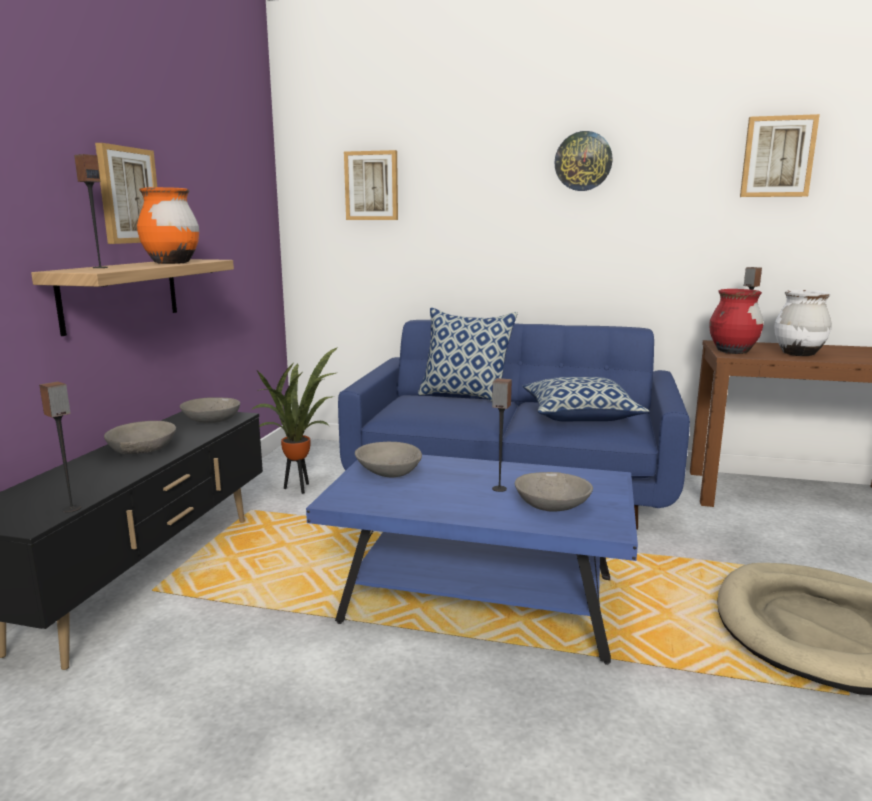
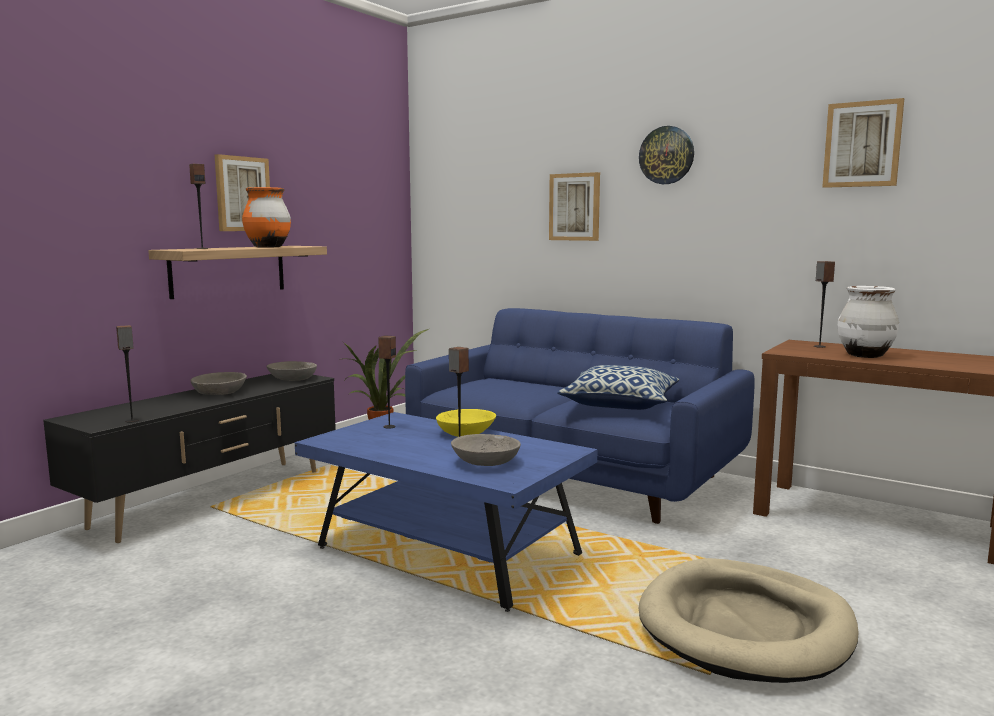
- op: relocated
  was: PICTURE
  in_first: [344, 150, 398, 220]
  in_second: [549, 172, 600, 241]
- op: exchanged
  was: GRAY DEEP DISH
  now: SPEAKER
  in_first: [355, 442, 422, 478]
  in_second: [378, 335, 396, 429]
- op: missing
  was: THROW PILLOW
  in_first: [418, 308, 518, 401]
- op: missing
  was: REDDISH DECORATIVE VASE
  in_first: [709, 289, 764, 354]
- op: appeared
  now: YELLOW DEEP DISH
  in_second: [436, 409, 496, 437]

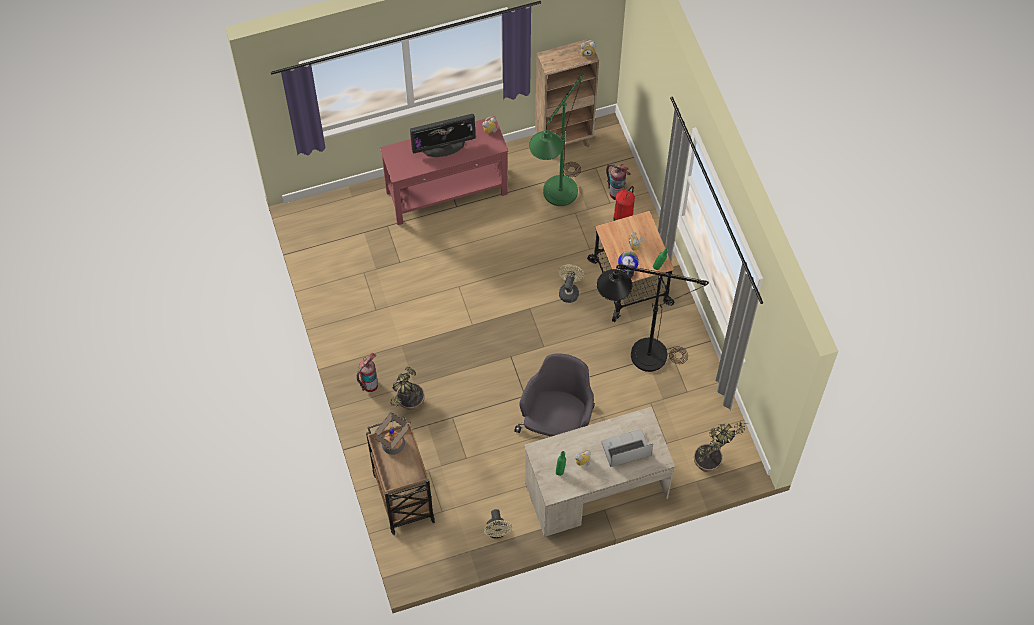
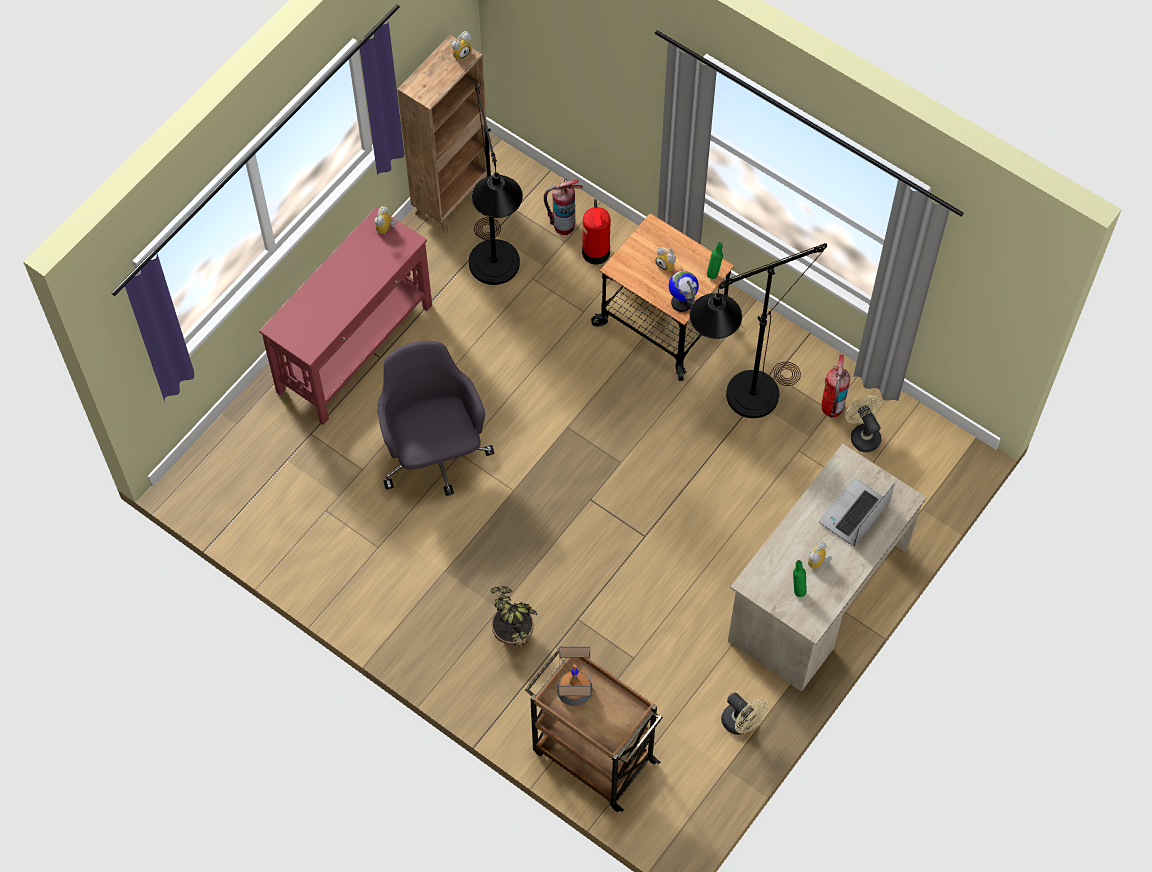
- op: relocated
  was: FIRE-FIGHTING CYLINDER
  in_first: [357, 353, 378, 392]
  in_second: [822, 354, 850, 418]
- op: missing
  was: COMPUTER DISPLAY
  in_first: [410, 114, 475, 157]
- op: relocated
  was: GRAY DESK CHAIR
  in_first: [514, 353, 595, 437]
  in_second: [377, 341, 494, 496]
- op: colour
  was: GREEN-COLOURED STANDARD LAMP
  now: BLACKISH STANDARD LAMP
  in_first: [529, 74, 583, 206]
  in_second: [469, 82, 523, 285]
- op: relocated
  was: BEIGE COOLING FAN
  in_first: [558, 265, 585, 303]
  in_second: [845, 395, 882, 452]
- op: missing
  was: PLANT IN A POT
  in_first: [694, 422, 748, 472]

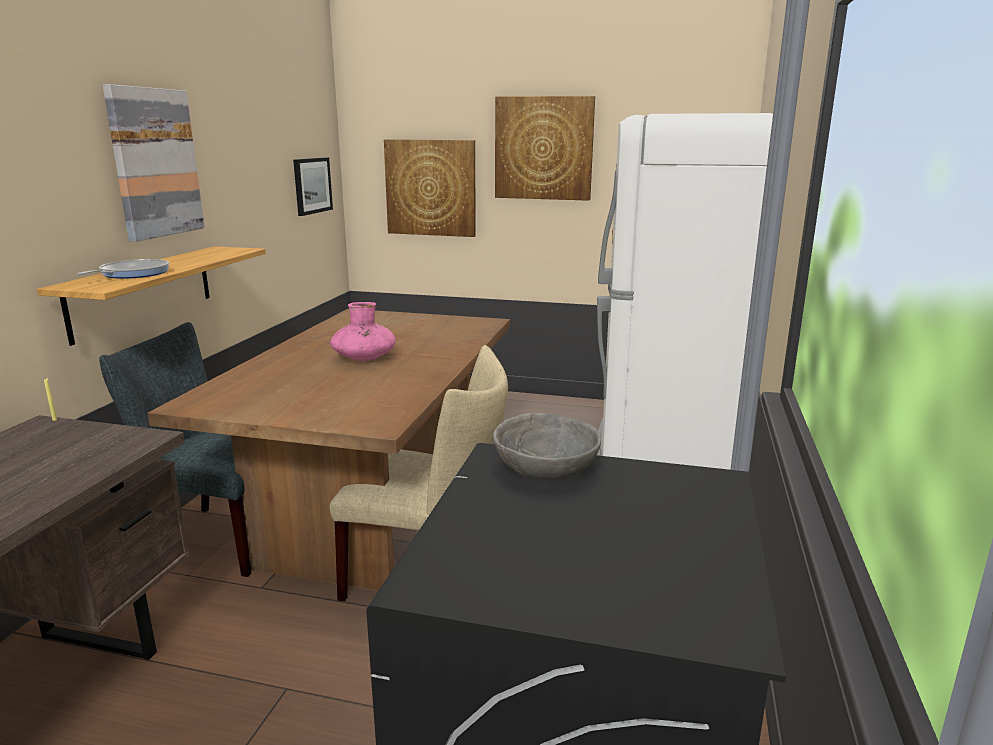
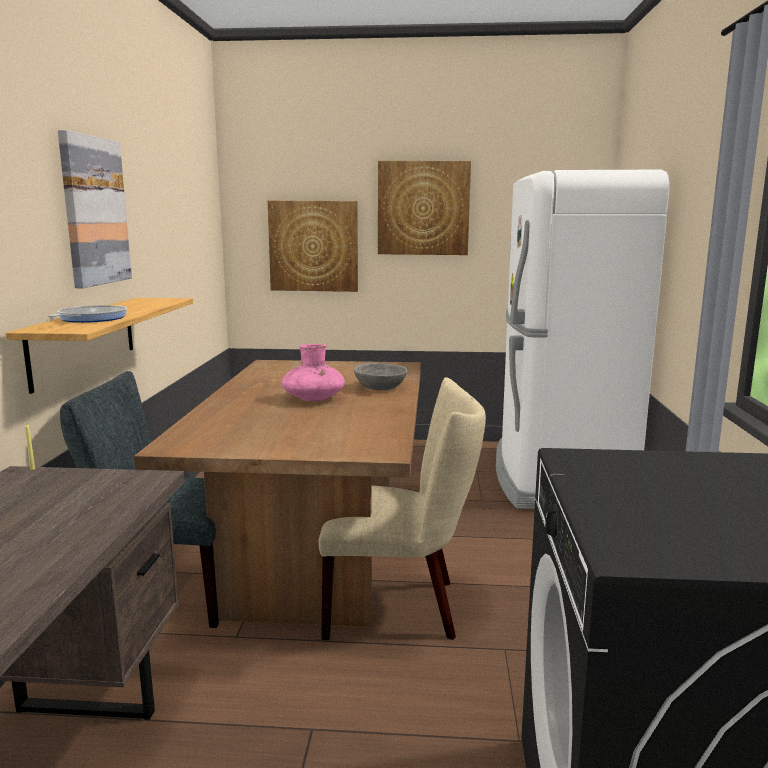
- op: missing
  was: PICTURE
  in_first: [293, 157, 333, 216]
- op: relocated
  was: GRAY DEEP DISH
  in_first: [493, 413, 601, 481]
  in_second: [354, 363, 407, 390]

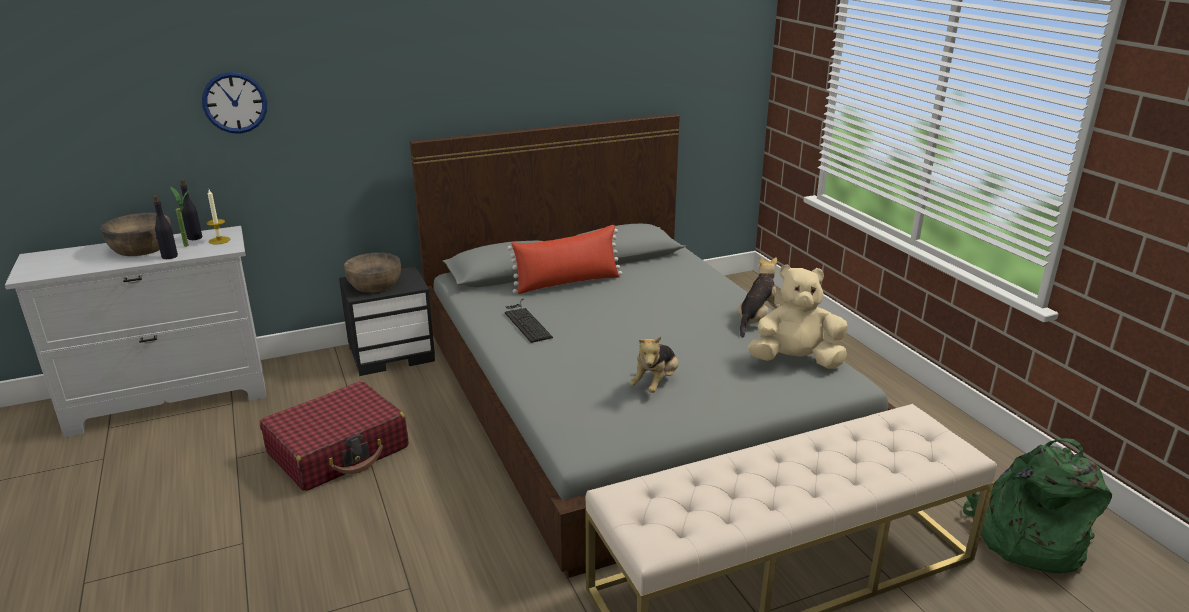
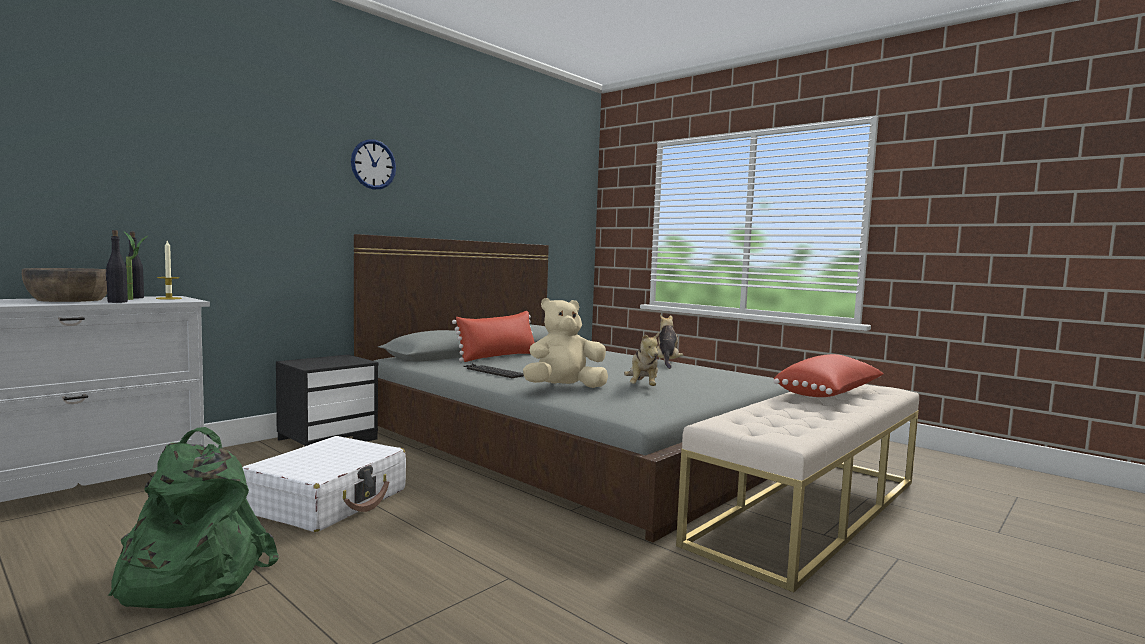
- op: relocated
  was: HANGING CLOCK
  in_first: [202, 72, 267, 134]
  in_second: [351, 140, 396, 190]
- op: colour
  was: REDDISH SUITCASE
  now: WHITISH SUITCASE
  in_first: [259, 381, 408, 491]
  in_second: [242, 436, 406, 532]
- op: missing
  was: BROWNISH DEEP DISH
  in_first: [344, 252, 401, 293]
- op: relocated
  was: BEIGE SOFT TOY
  in_first: [748, 264, 848, 369]
  in_second: [523, 298, 608, 388]
- op: relocated
  was: GREEN-COLOURED KNAPSACK
  in_first: [963, 438, 1112, 574]
  in_second: [108, 427, 279, 608]
- op: appeared
  now: REDDISH THROW PILLOW
  in_second: [773, 354, 884, 397]

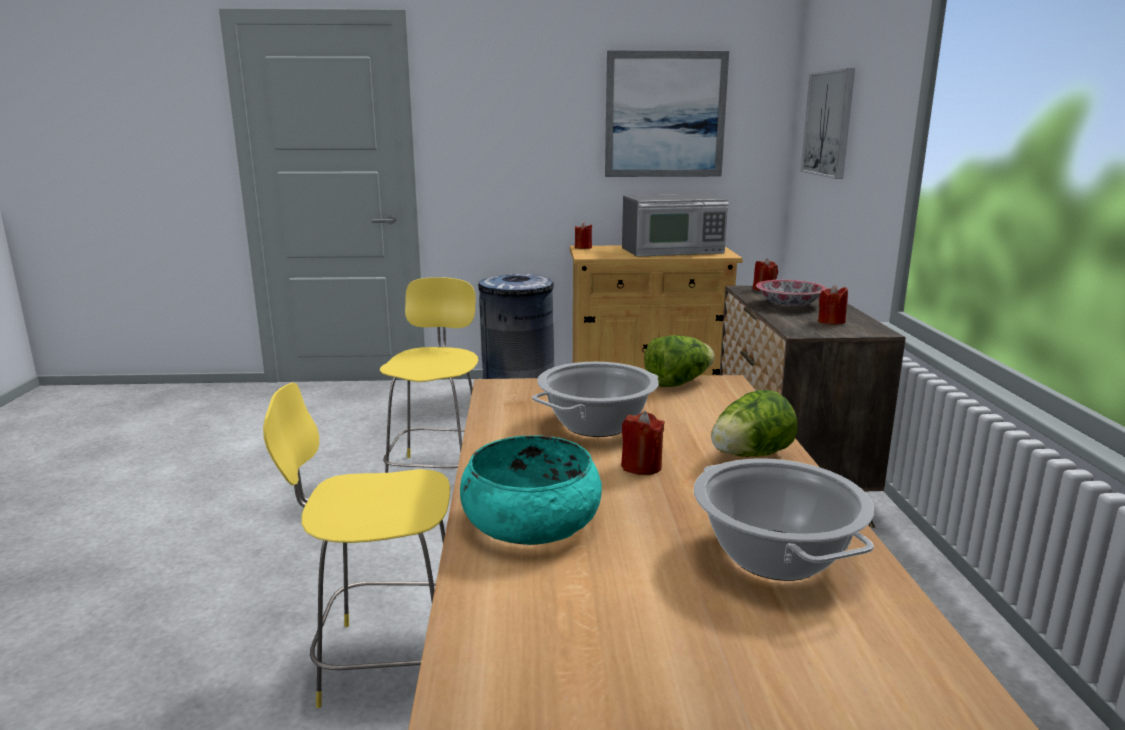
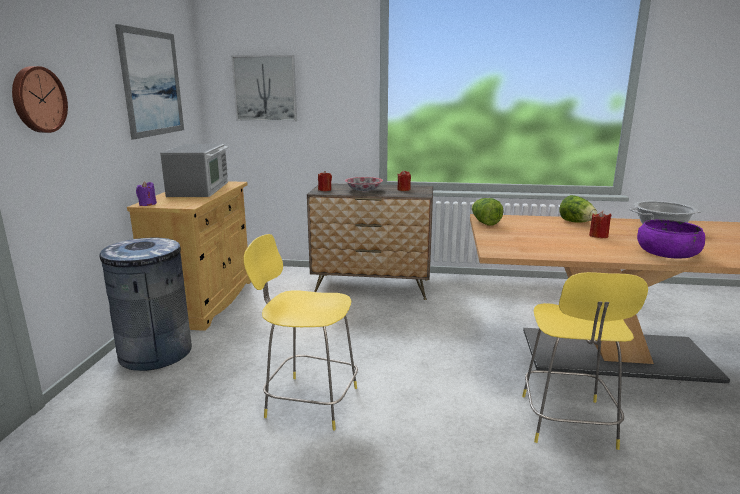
- op: colour
  was: TURQUOISE DEEP DISH
  now: PURPLE-COLOURED DEEP DISH
  in_first: [460, 435, 602, 545]
  in_second: [637, 219, 705, 259]
- op: missing
  was: STOCKPOT
  in_first: [532, 362, 659, 437]
- op: colour
  was: REDDISH WAX LIGHT
  now: PURPLE-COLOURED WAX LIGHT
  in_first: [575, 222, 592, 249]
  in_second: [136, 181, 157, 206]
- op: appeared
  now: HANGING CLOCK
  in_second: [12, 66, 68, 133]

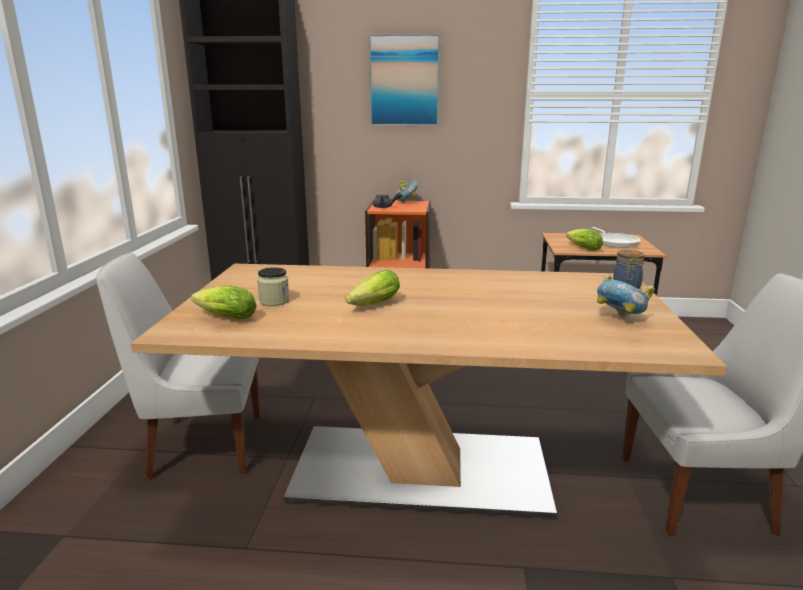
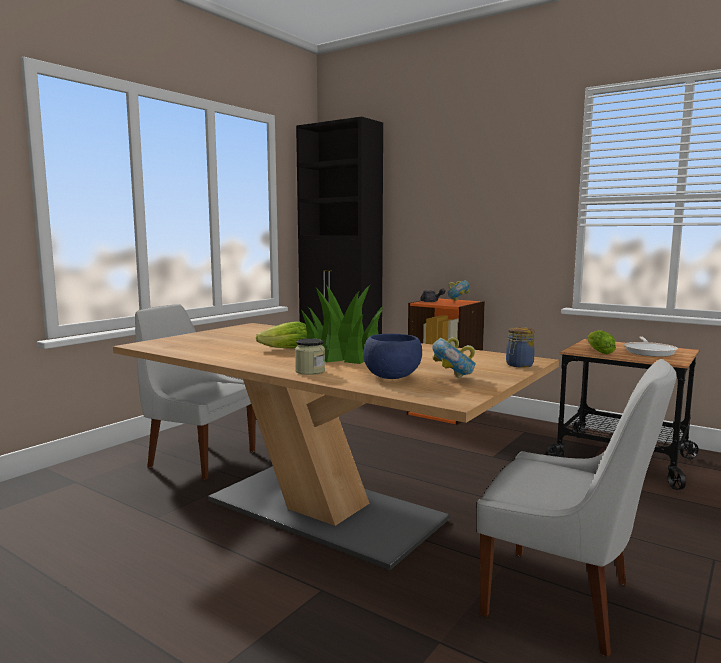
- op: missing
  was: LETTUCE
  in_first: [191, 286, 257, 320]
- op: relocated
  was: STORAGE JAR
  in_first: [257, 267, 290, 306]
  in_second: [295, 338, 325, 375]
- op: missing
  was: PICTURE
  in_first: [368, 33, 441, 126]
- op: appeared
  now: PLANT IN A POT
  in_second: [301, 285, 383, 364]
- op: appeared
  now: BLUE-COLOURED DEEP DISH
  in_second: [363, 334, 422, 379]

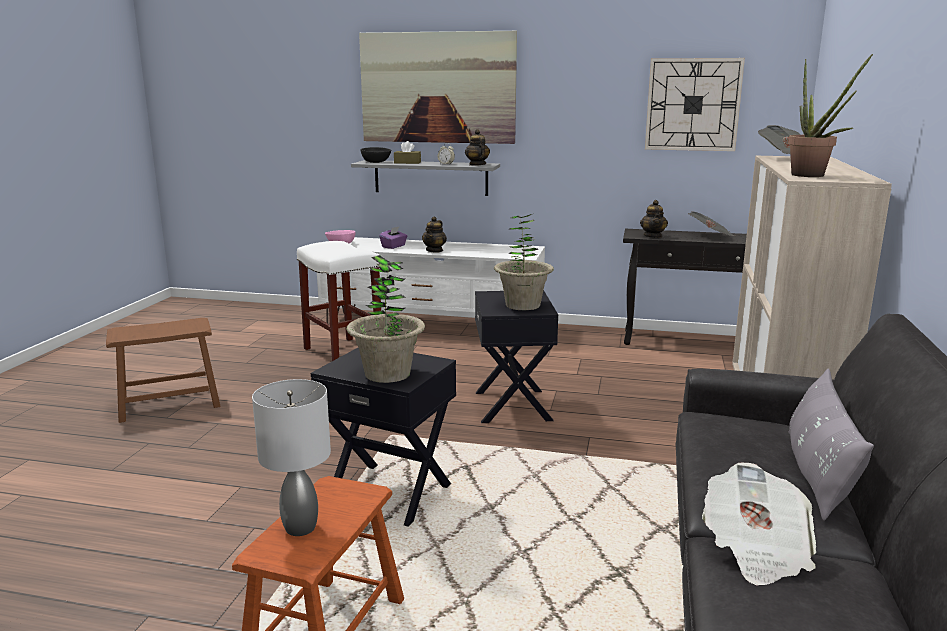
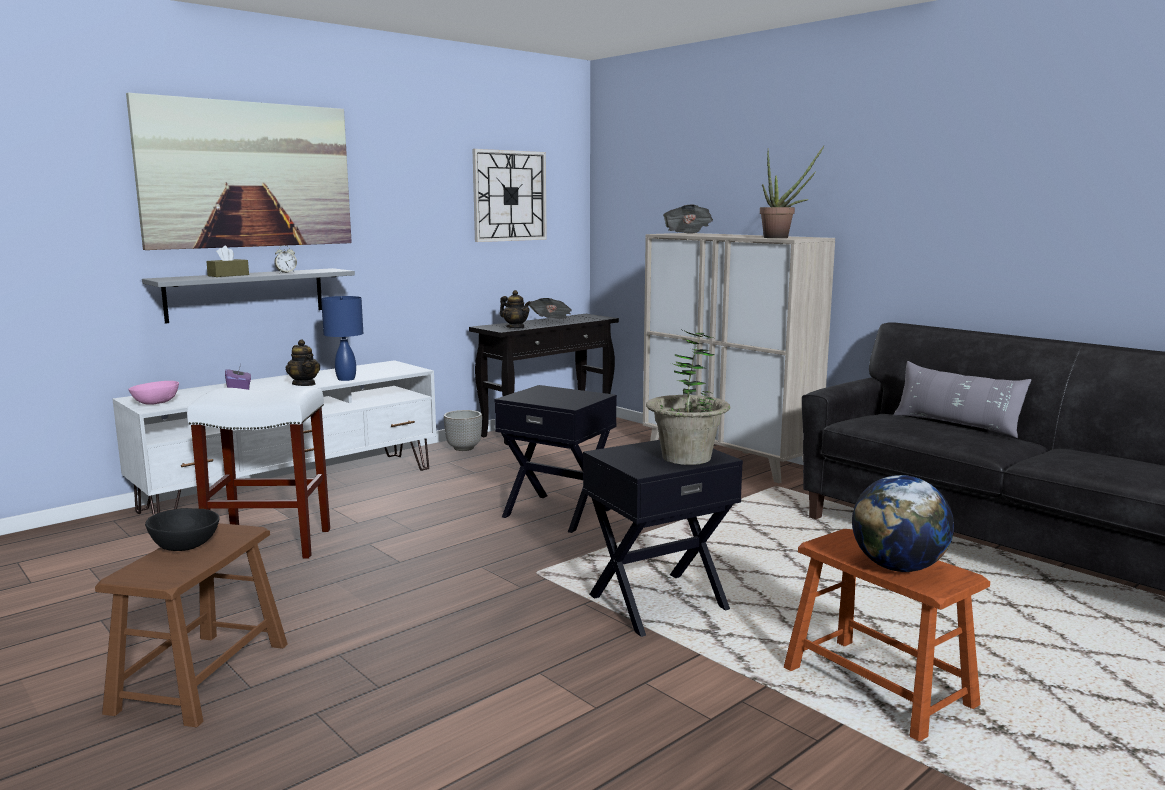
- op: exchanged
  was: GRAY LAMP FOR A TABLE
  now: DESK GLOBE
  in_first: [252, 379, 331, 536]
  in_second: [852, 475, 954, 572]
- op: relocated
  was: BLACKISH DEEP DISH
  in_first: [361, 147, 391, 163]
  in_second: [145, 508, 220, 551]
- op: missing
  was: TEAPOT
  in_first: [465, 129, 490, 166]
- op: missing
  was: PLANT IN A POT
  in_first: [494, 214, 554, 310]
- op: missing
  was: DAILY PAPER
  in_first: [702, 462, 816, 586]
- op: appeared
  now: BLUE-COLOURED LAMP FOR A TABLE
  in_second: [321, 296, 363, 381]
- op: appeared
  now: FLOWER POT
  in_second: [444, 410, 482, 451]

